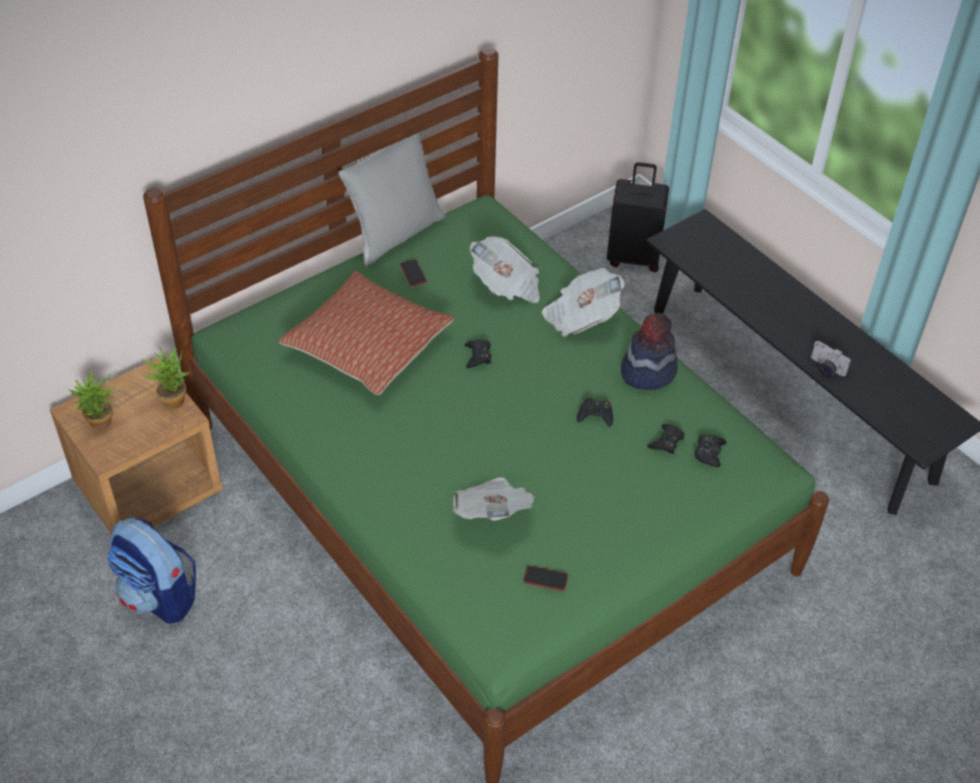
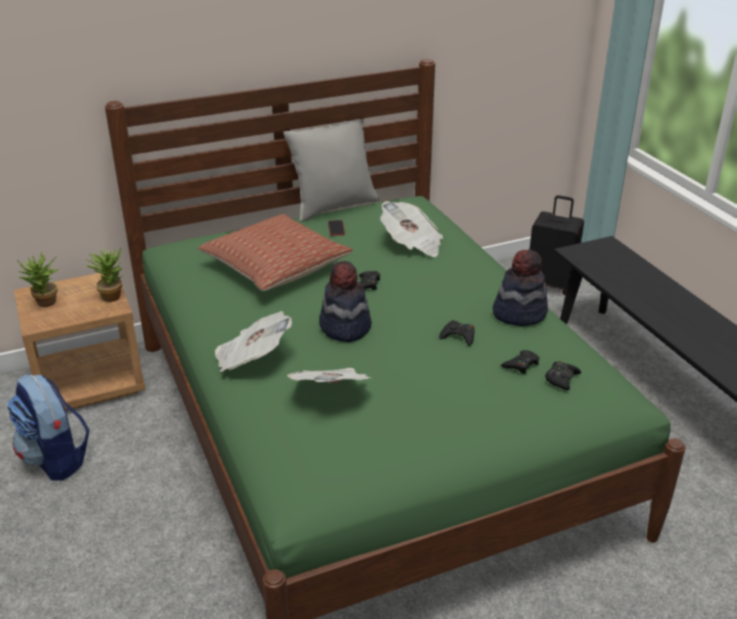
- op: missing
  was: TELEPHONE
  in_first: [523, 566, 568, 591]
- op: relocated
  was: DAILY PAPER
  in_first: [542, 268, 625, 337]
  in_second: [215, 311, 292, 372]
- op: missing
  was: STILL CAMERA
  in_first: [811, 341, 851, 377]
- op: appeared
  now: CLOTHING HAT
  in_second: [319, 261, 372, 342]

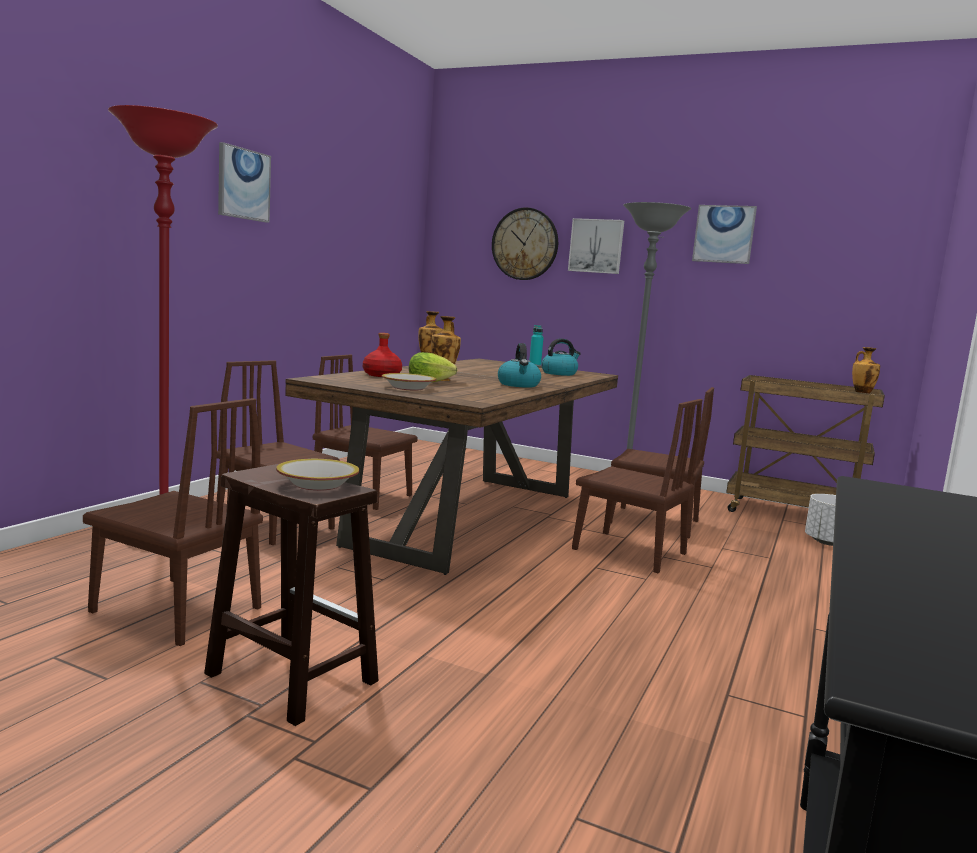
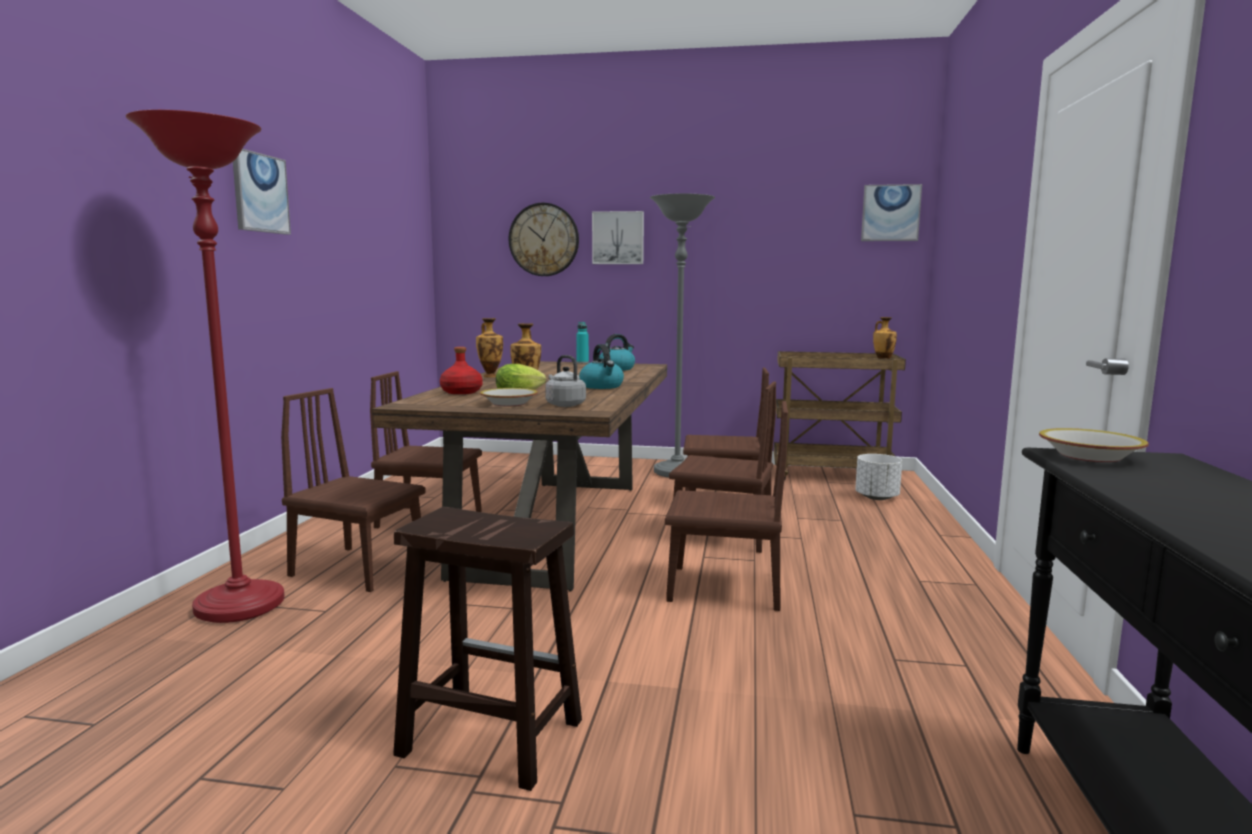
- op: relocated
  was: BROWNISH CHAIR
  in_first: [83, 398, 263, 646]
  in_second: [665, 401, 788, 611]
- op: relocated
  was: DEEP DISH
  in_first: [276, 459, 359, 491]
  in_second: [1039, 428, 1148, 462]
- op: relocated
  was: PICTURE
  in_first: [692, 205, 757, 264]
  in_second: [861, 184, 922, 241]
- op: appeared
  now: GRAY TEA KETTLE
  in_second: [545, 355, 586, 407]

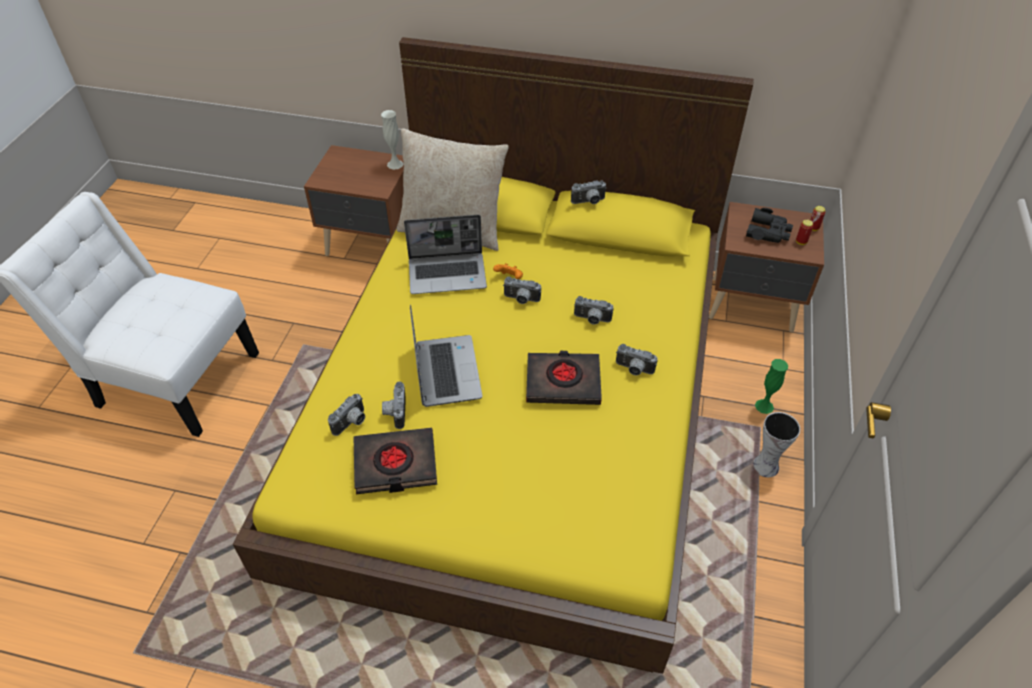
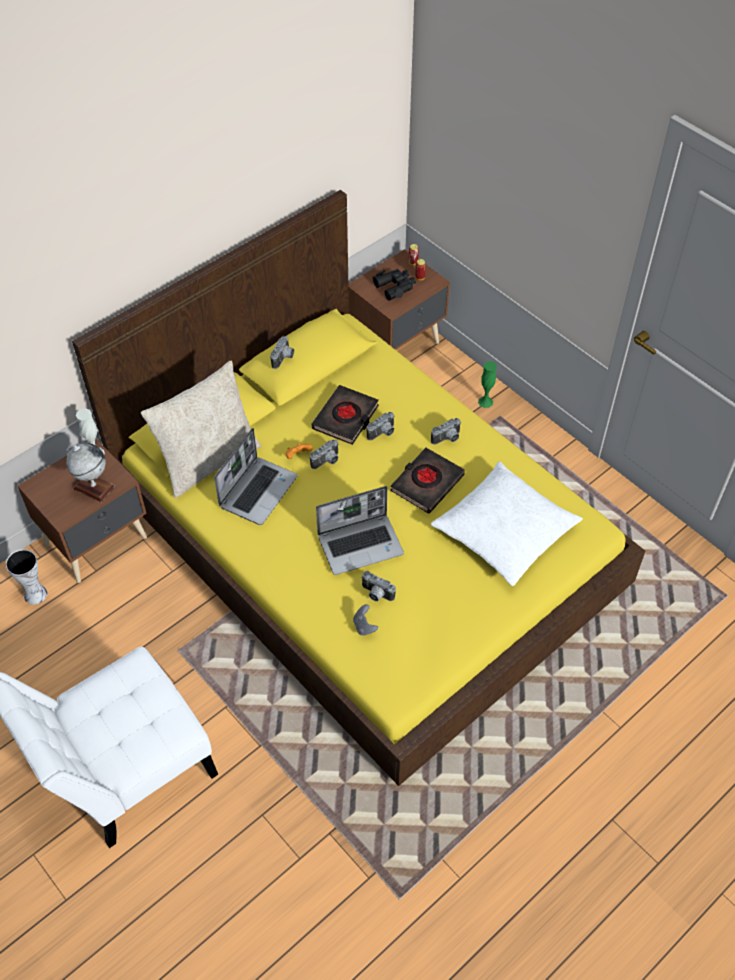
- op: exchanged
  was: STILL CAMERA
  now: GRAY JOYPAD
  in_first: [328, 394, 365, 436]
  in_second: [353, 604, 378, 636]
- op: relocated
  was: BLACKISH BOUND BOOK
  in_first: [354, 428, 437, 494]
  in_second: [312, 385, 379, 445]
- op: spun
  was: NOTEBOOK COMPUTER
  in_first: [410, 305, 482, 407]
  in_second: [316, 486, 404, 575]
  clockwise: 135
- op: relocated
  was: DECORATIVE VASE
  in_first: [753, 412, 800, 477]
  in_second: [6, 549, 47, 605]
- op: appeared
  now: DESK GLOBE
  in_second: [66, 443, 115, 502]
- op: appeared
  now: WHITISH THROW PILLOW
  in_second: [431, 462, 583, 586]

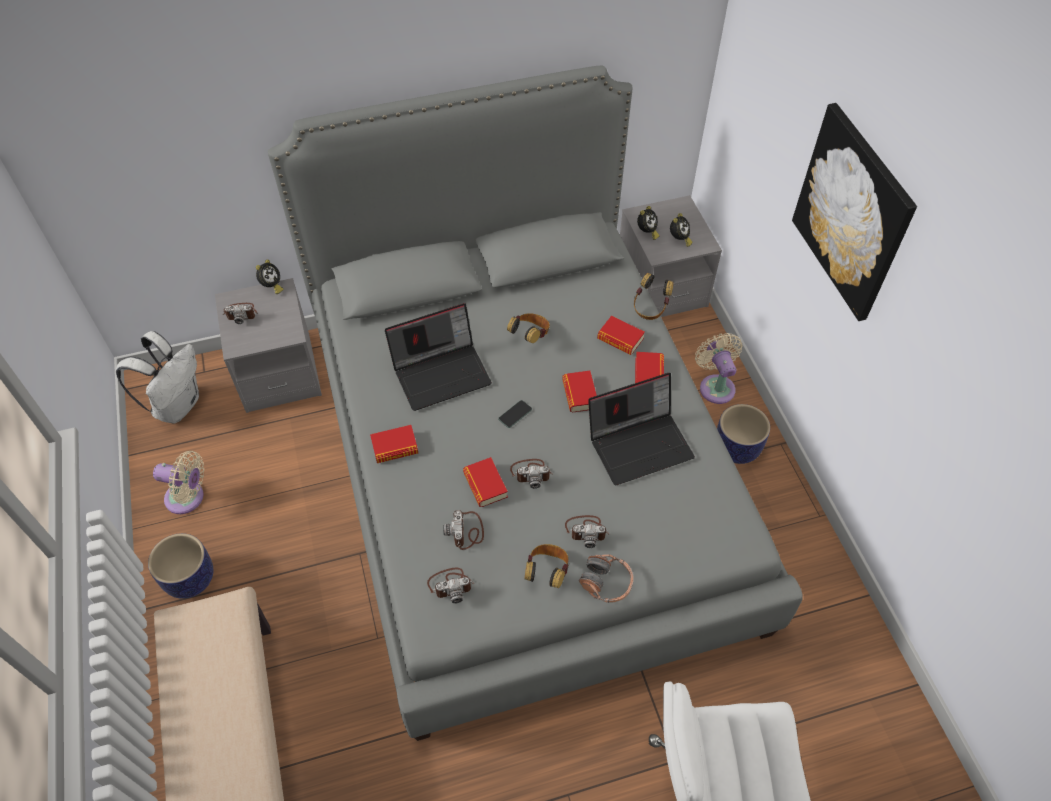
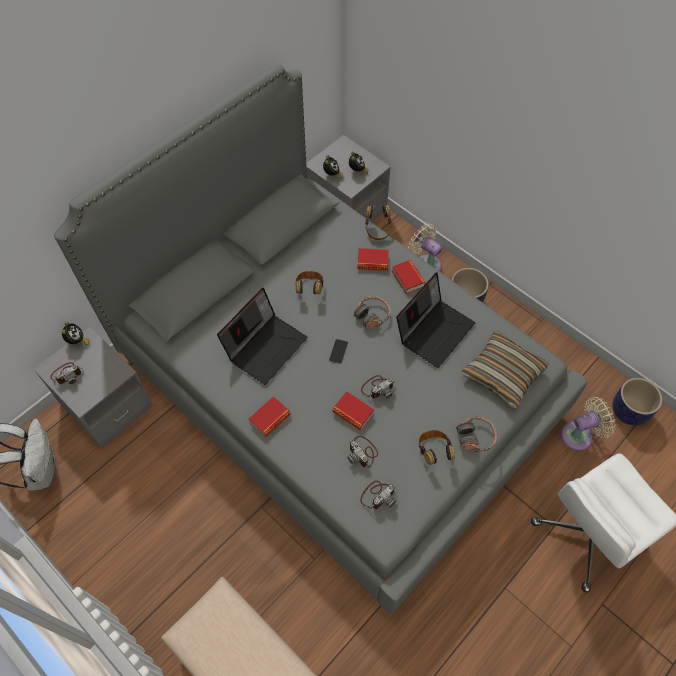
- op: relocated
  was: FLOWER POT
  in_first: [148, 533, 213, 599]
  in_second: [612, 378, 663, 426]
- op: relocated
  was: BEIGE COOLING FAN
  in_first: [153, 451, 204, 514]
  in_second: [561, 397, 616, 451]
- op: exchanged
  was: BOUND BOOK
  now: HEADPHONES
  in_first: [562, 371, 597, 413]
  in_second: [354, 296, 390, 328]
- op: missing
  was: STILL CAMERA
  in_first: [565, 515, 609, 548]
- op: missing
  was: PICTURE
  in_first: [792, 103, 917, 321]
- op: appeared
  now: THROW PILLOW
  in_second: [461, 330, 549, 408]

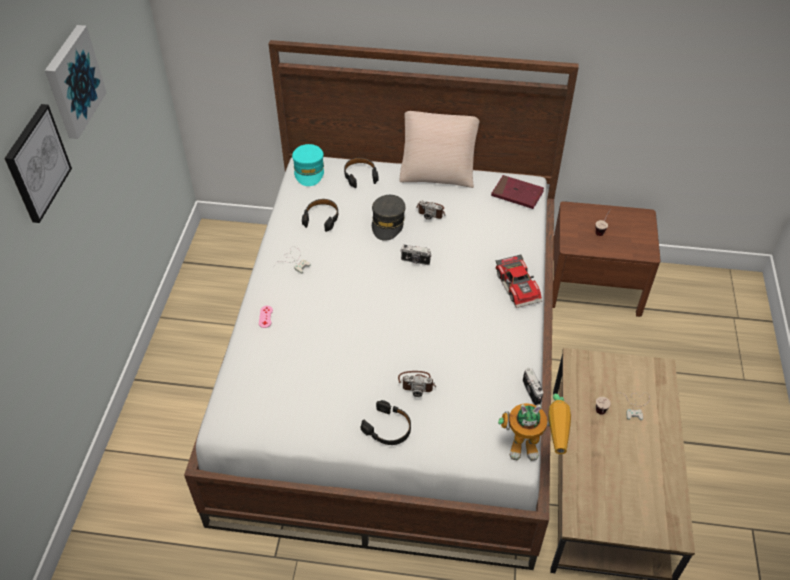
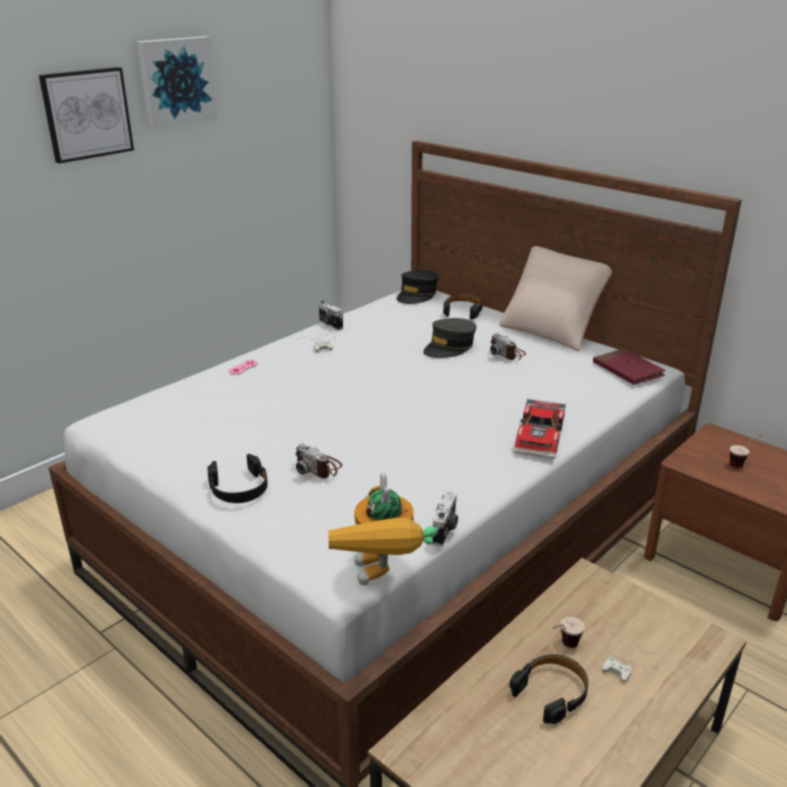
- op: colour
  was: TURQUOISE CAP
  now: BLACKISH CAP
  in_first: [292, 144, 324, 186]
  in_second: [397, 270, 439, 304]
- op: relocated
  was: BLACKISH HEADPHONES
  in_first: [302, 199, 338, 232]
  in_second: [510, 654, 588, 724]
- op: relocated
  was: STILL CAMERA
  in_first: [401, 245, 432, 265]
  in_second: [319, 301, 343, 330]
- op: spun
  was: TOY ROBOT
  in_first: [498, 394, 571, 461]
  in_second: [328, 473, 437, 585]
  clockwise: 45

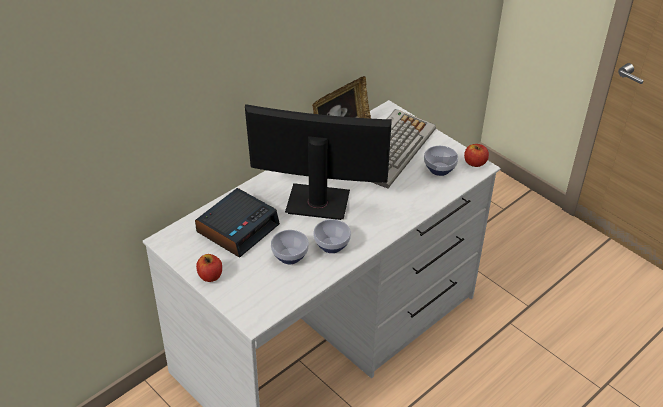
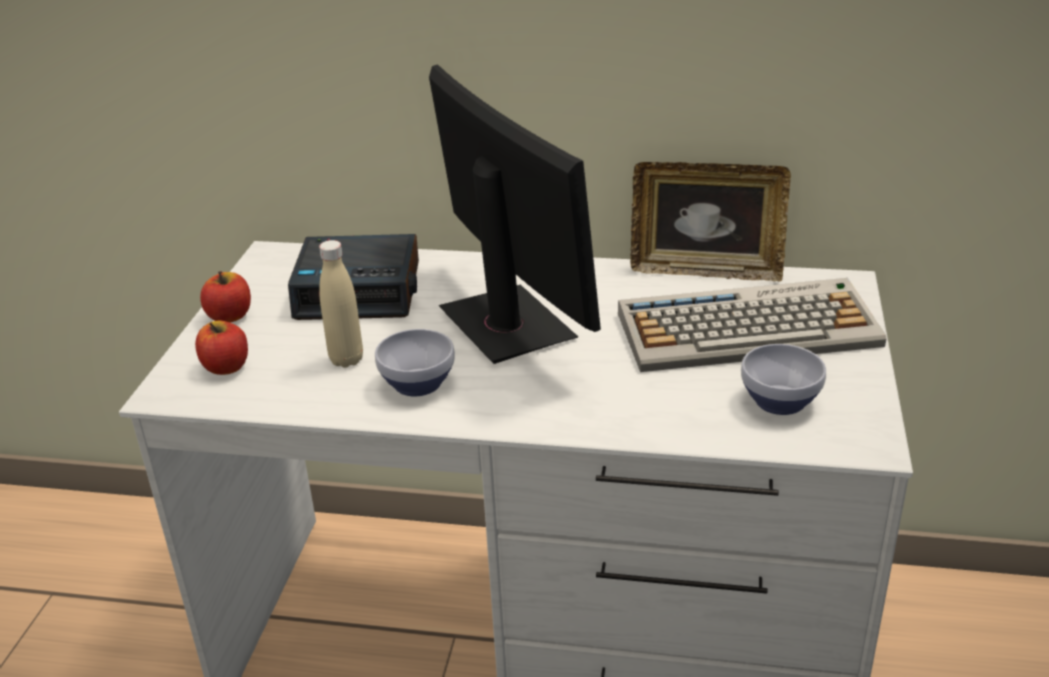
- op: exchanged
  was: DEEP DISH
  now: BEIGE DRINK BOTTLE
  in_first: [271, 230, 309, 264]
  in_second: [319, 240, 363, 368]
- op: relocated
  was: WHOLE APPLE
  in_first: [464, 144, 489, 167]
  in_second: [195, 320, 248, 375]

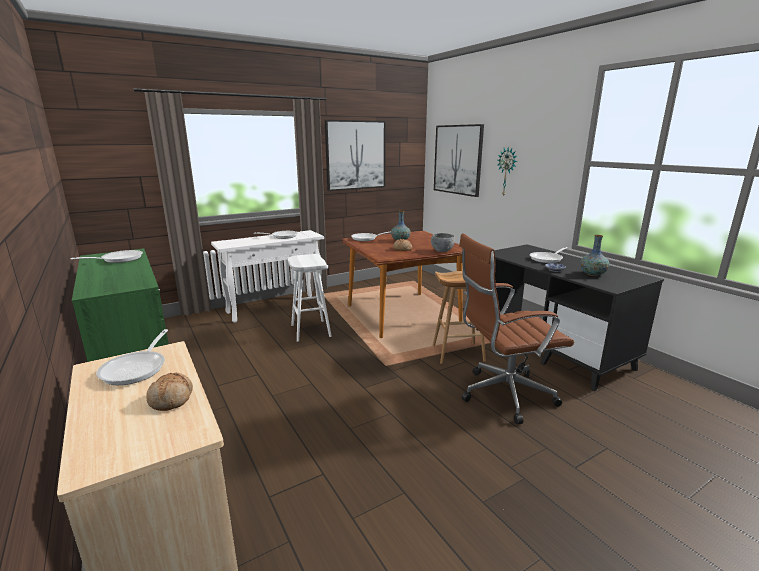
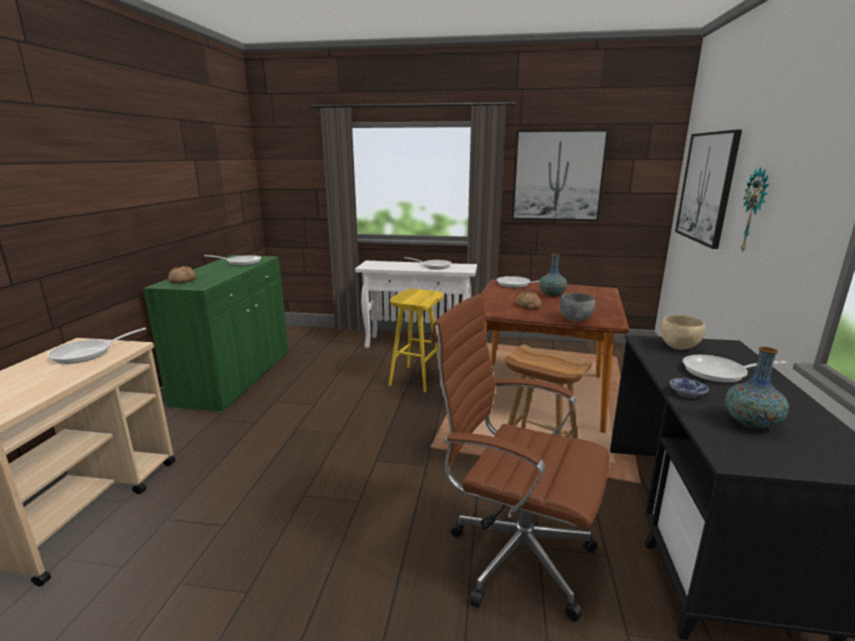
- op: relocated
  was: BAKED BREAD
  in_first: [146, 373, 193, 411]
  in_second: [168, 266, 196, 283]
- op: colour
  was: WHITISH STOOL
  now: YELLOW STOOL
  in_first: [288, 254, 332, 342]
  in_second: [389, 289, 443, 392]
- op: appeared
  now: BEIGE DEEP DISH
  in_second: [660, 315, 706, 349]

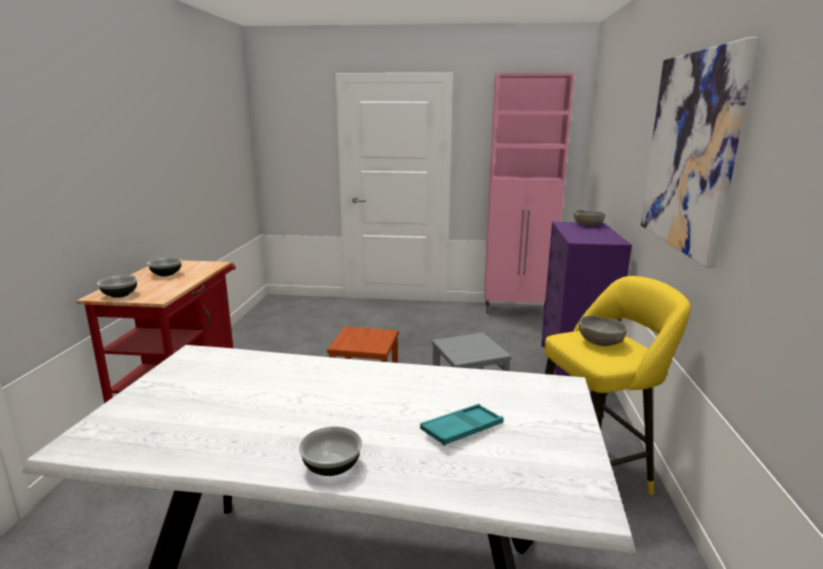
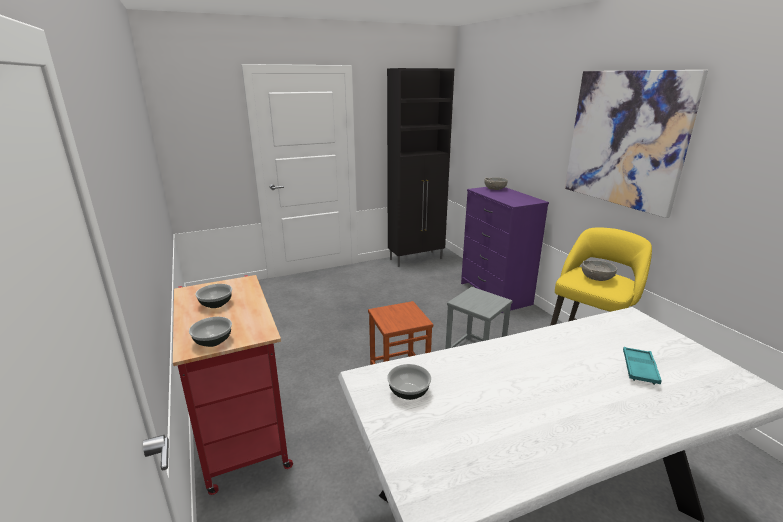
- op: relocated
  was: DEEP DISH
  in_first: [299, 426, 362, 476]
  in_second: [387, 364, 431, 400]
- op: colour
  was: PINK-COLOURED CUPBOARD
  now: BLACKISH CUPBOARD
  in_first: [484, 73, 575, 314]
  in_second: [387, 68, 455, 267]

